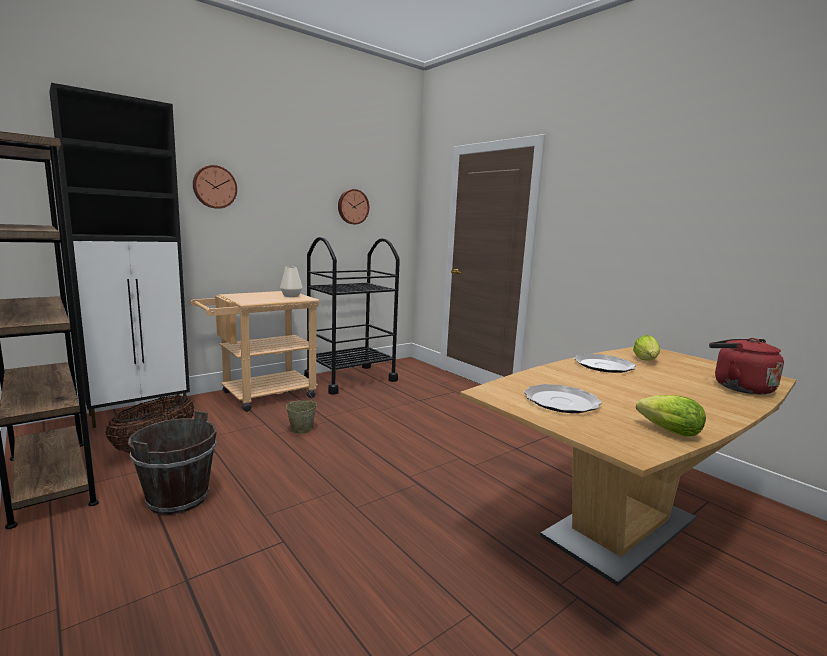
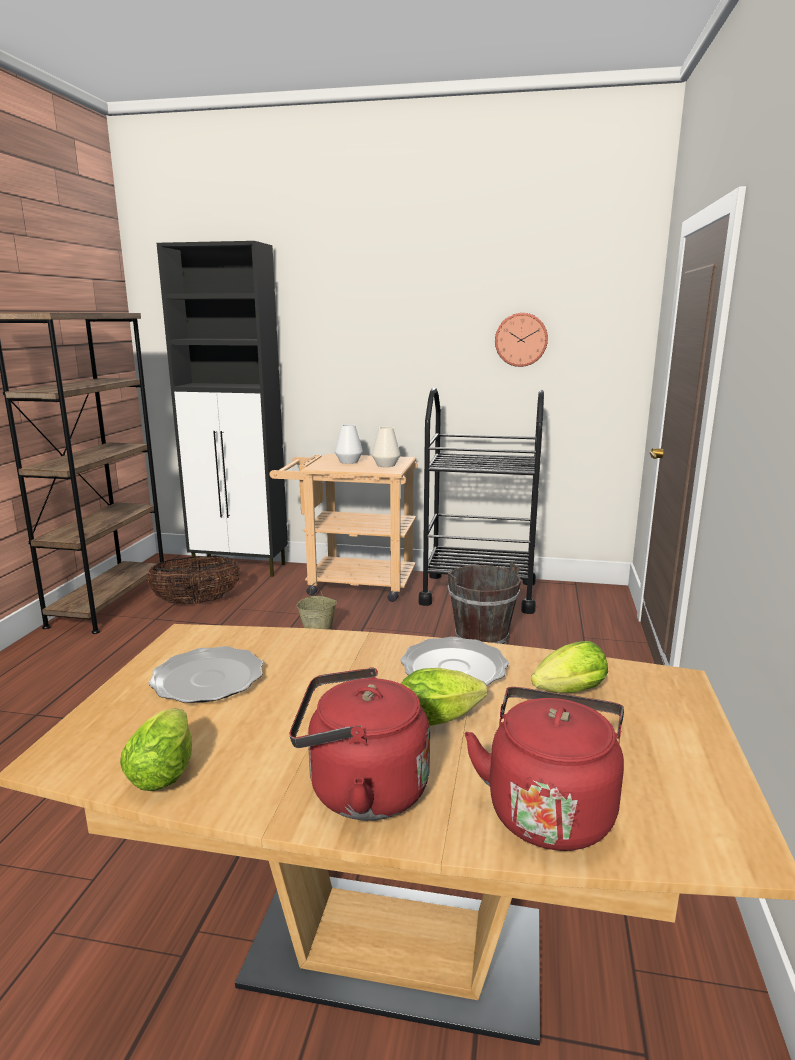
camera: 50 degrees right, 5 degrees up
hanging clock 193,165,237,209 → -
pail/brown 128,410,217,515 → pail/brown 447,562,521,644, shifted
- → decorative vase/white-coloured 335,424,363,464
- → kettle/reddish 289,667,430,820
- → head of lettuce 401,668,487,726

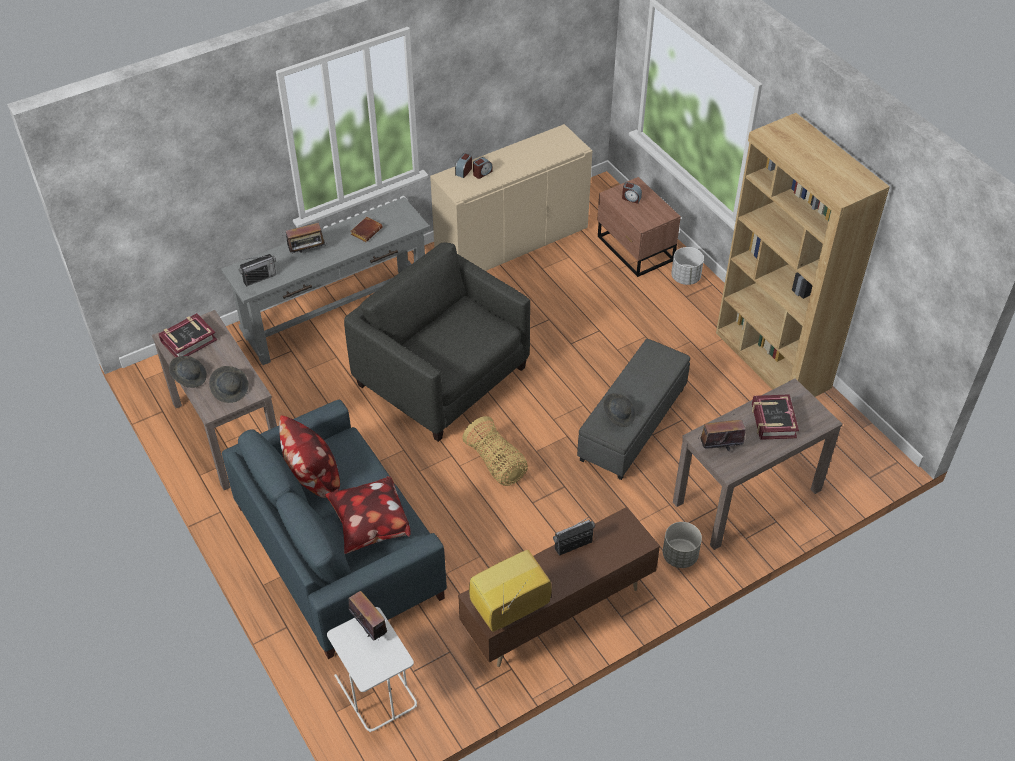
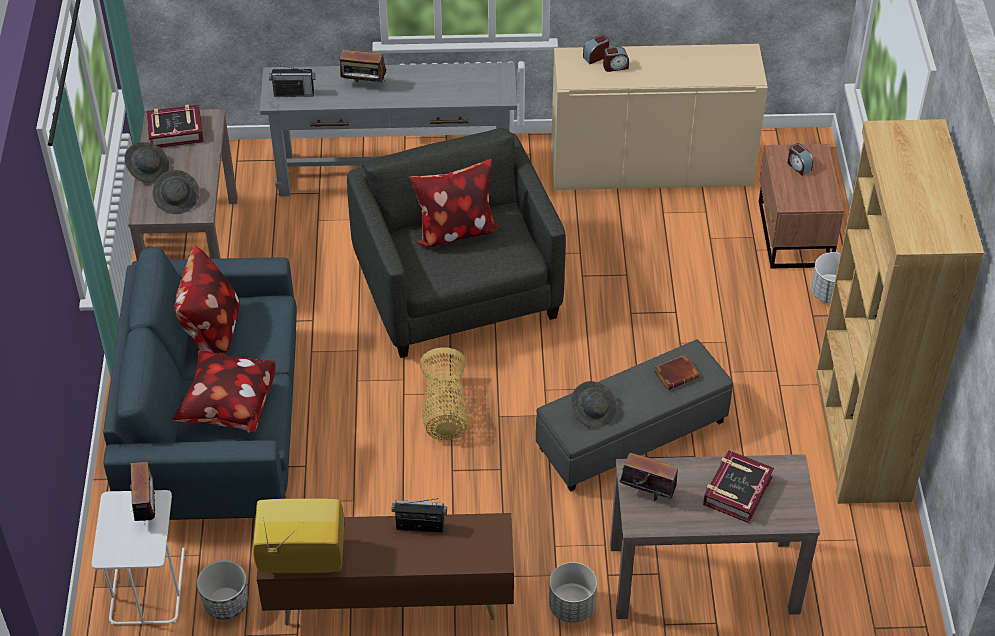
camera: 30 degrees right, 0 degrees up
book/brown 351,217,383,242 → book/brown 654,355,700,390, shifted
- → throw pillow 409,159,500,247
- → flower pot 197,560,248,619

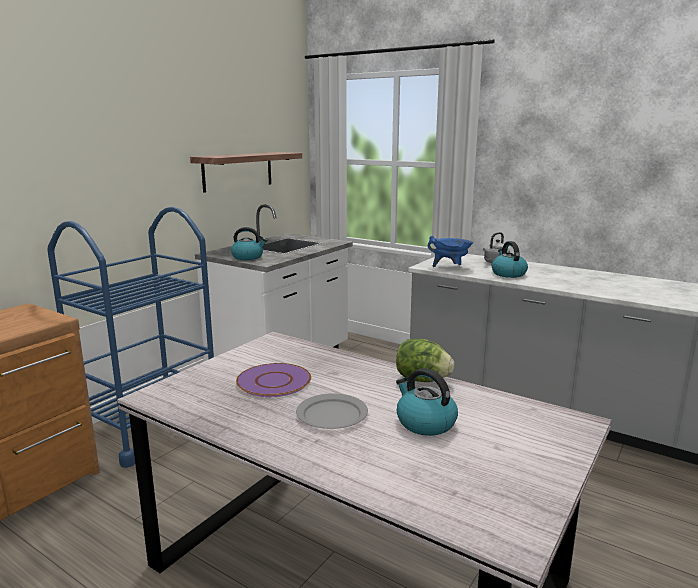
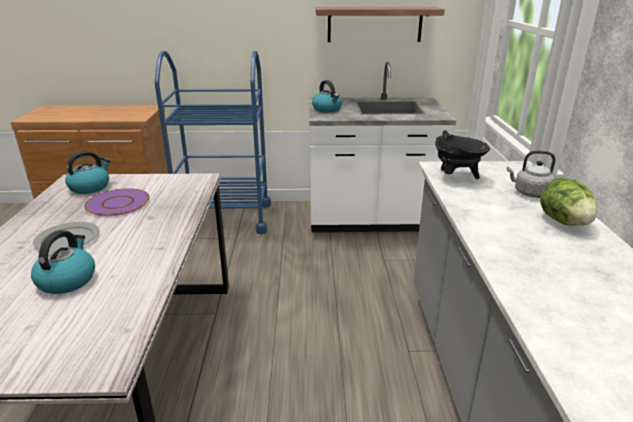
camera: 55 degrees right, 10 degrees up
cooking pot/bluish 428,236,474,267 → cooking pot/black 435,130,490,179
kettle 492,241,528,278 → kettle 65,151,111,194, shifted
head of lettuce 396,339,455,382 → head of lettuce 540,177,597,226, shifted

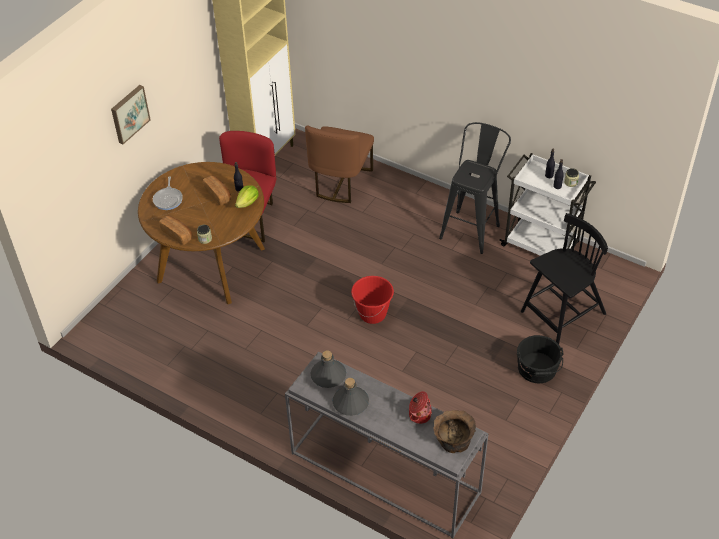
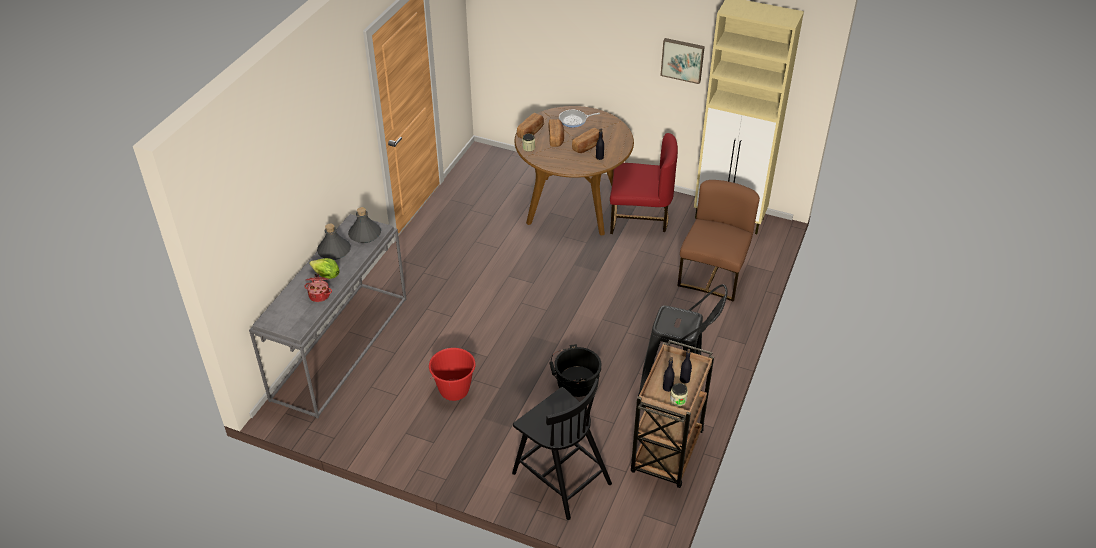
camera: 80 degrees right, 5 degrees down
wall picture 111,85,151,144 → wall picture 660,38,705,84, shifted
chair/brown 305,125,374,203 → chair/brown 677,180,760,302, 105 degrees clockwise
trolley/white-coloured 499,153,596,256 → trolley/brown 631,340,714,488
head of lettuce 235,185,259,208 → head of lettuce 310,258,340,279, shifted
pail/reddish 351,276,394,324 → pail/reddish 429,348,476,401, shifted
pail/black 517,335,564,383 → pail/black 549,344,602,397, shifted
bowl/brown 434,410,476,453 → -
- → baked bread 548,119,564,147

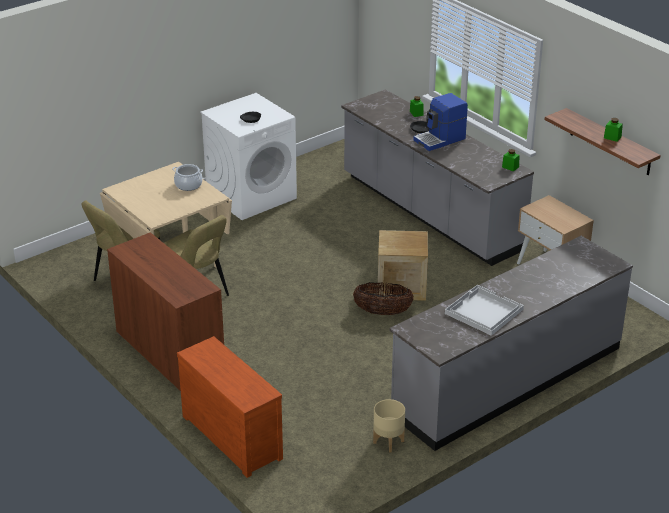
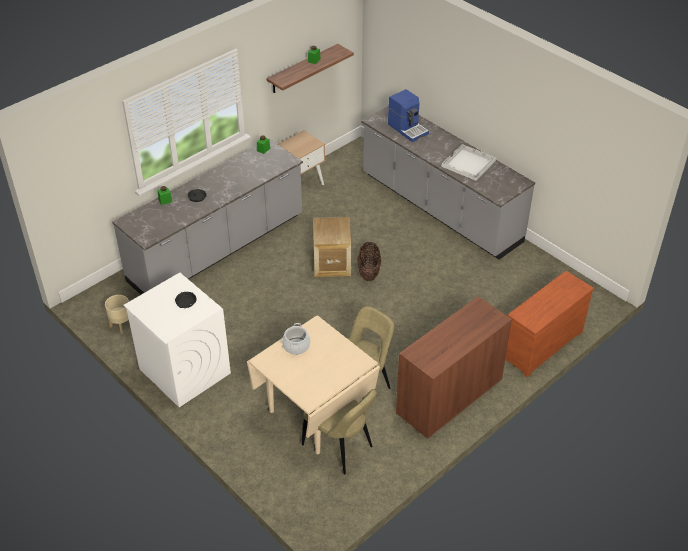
camera: 95 degrees left, 10 degrees up
coffee machine 413,93,468,151 → coffee machine 388,89,429,142, shifted
flower pot/beige 373,399,405,453 → flower pot/beige 105,295,129,334, shifted

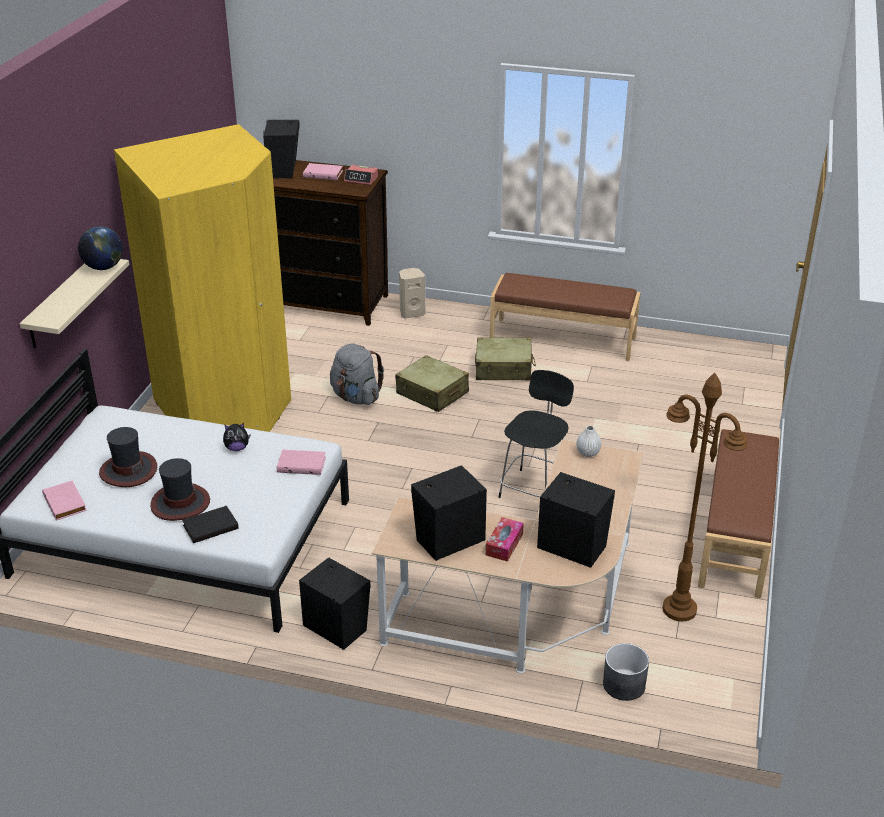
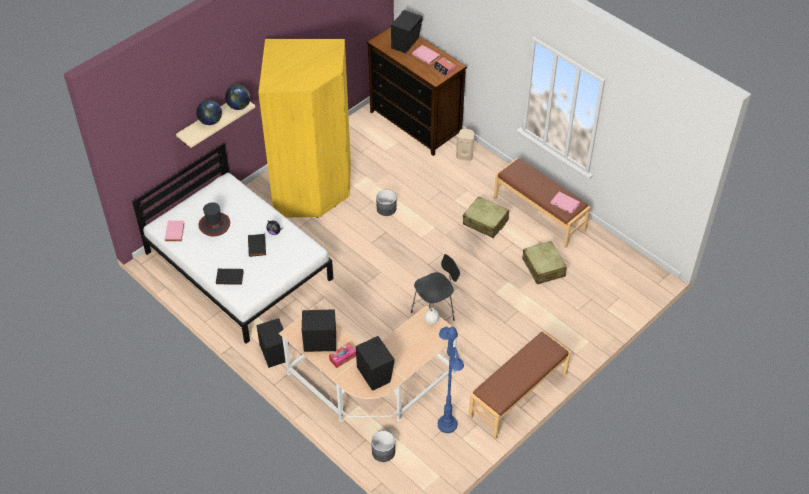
camera: 30 degrees right, 15 degrees up
knapsack/gray 330,343,384,405 → flower pot/gray 376,190,396,216
suitcase/beige 395,355,469,412 → suitcase/beige 522,241,567,284, shifted
floor lamp/brown 663,373,748,622 → floor lamp/bluish 438,326,464,433
book/pink 277,449,326,475 → book/pink 551,192,580,214, shifted
wearable hat 150,458,210,521 → -
- → world globe 196,100,222,125
- → book/black 248,234,266,257

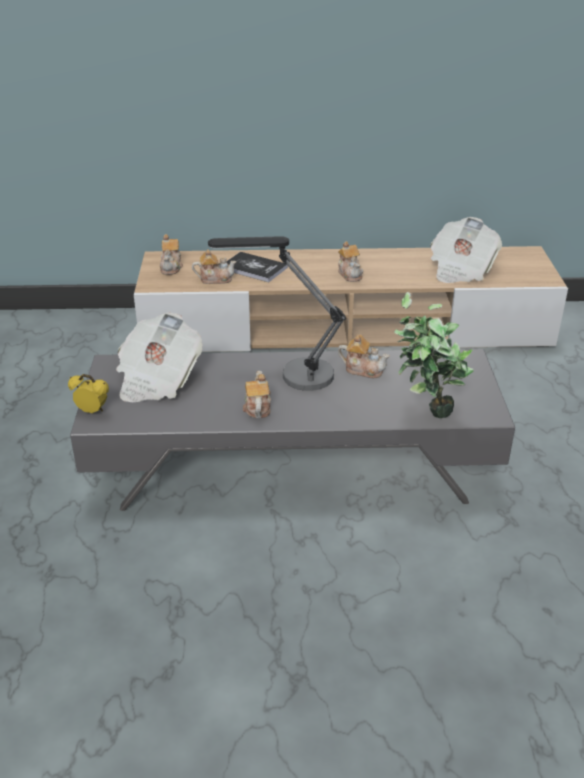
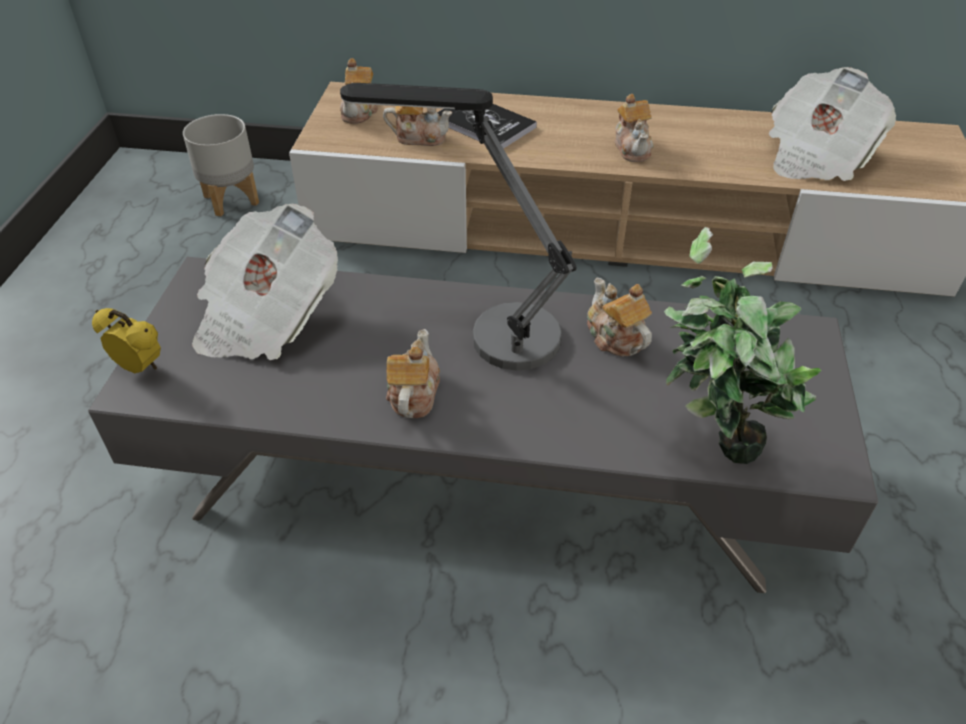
camera: 10 degrees right, 10 degrees up
pot for tea 338,335,390,378 → pot for tea 587,278,652,357, 150 degrees counterclockwise
- → flower pot/gray 183,114,259,216

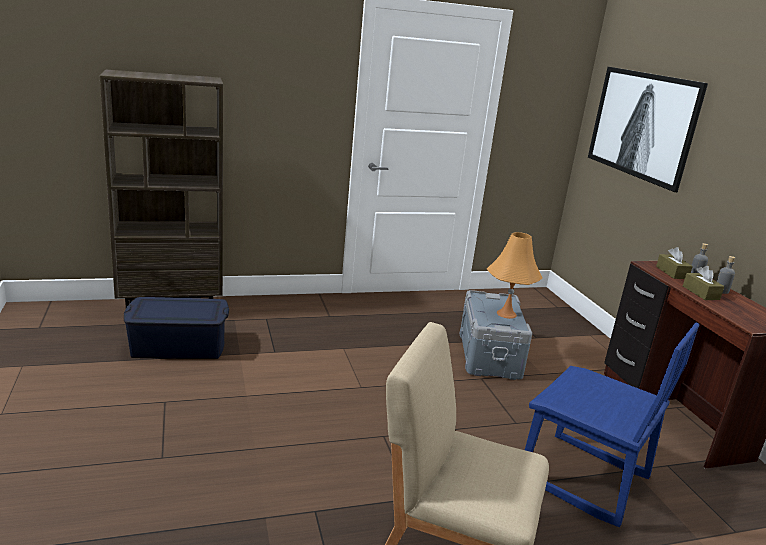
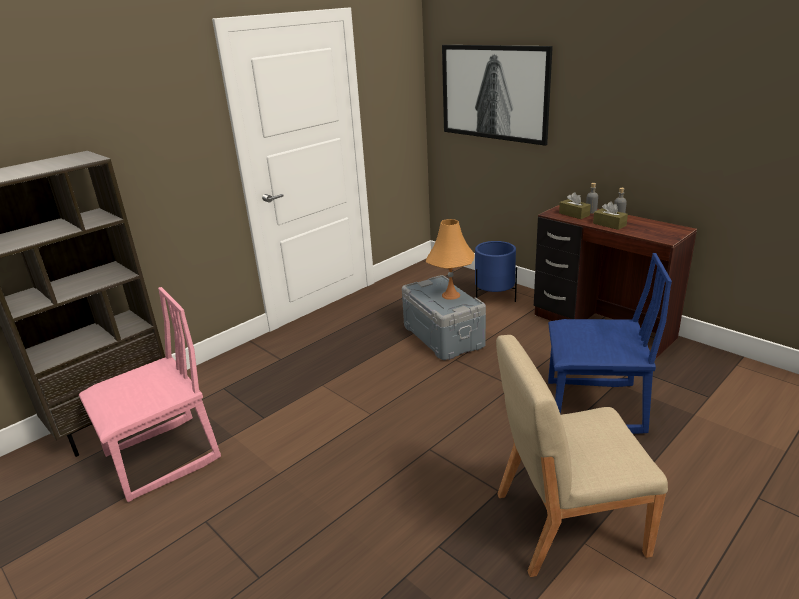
camera: 25 degrees left, 5 degrees up
storage box/bluish 124,297,229,359 → chair/pink 79,287,221,502
- → flower pot/bluish 475,241,517,302

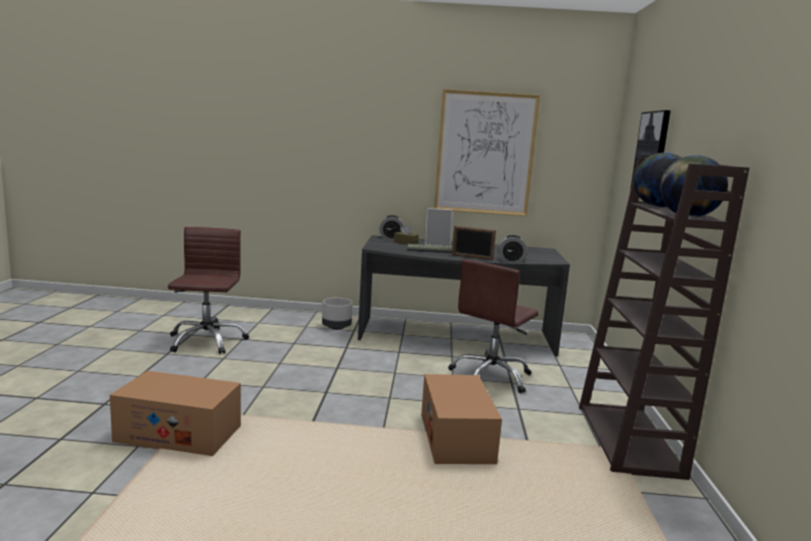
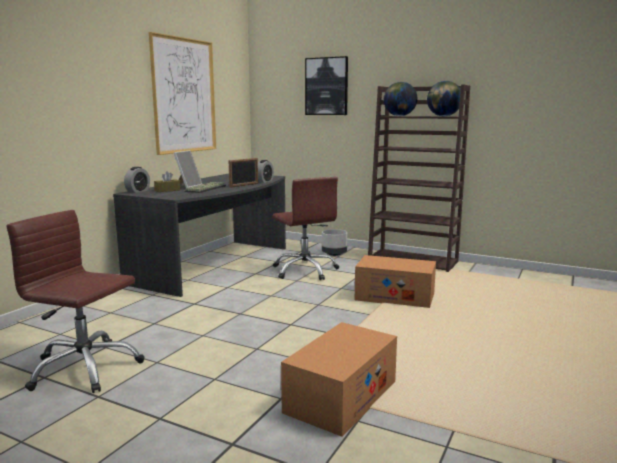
camera: 65 degrees left, 0 degrees up
flower pot/gray 322,298,353,330 → flower pot/gray 322,229,347,256, shifted

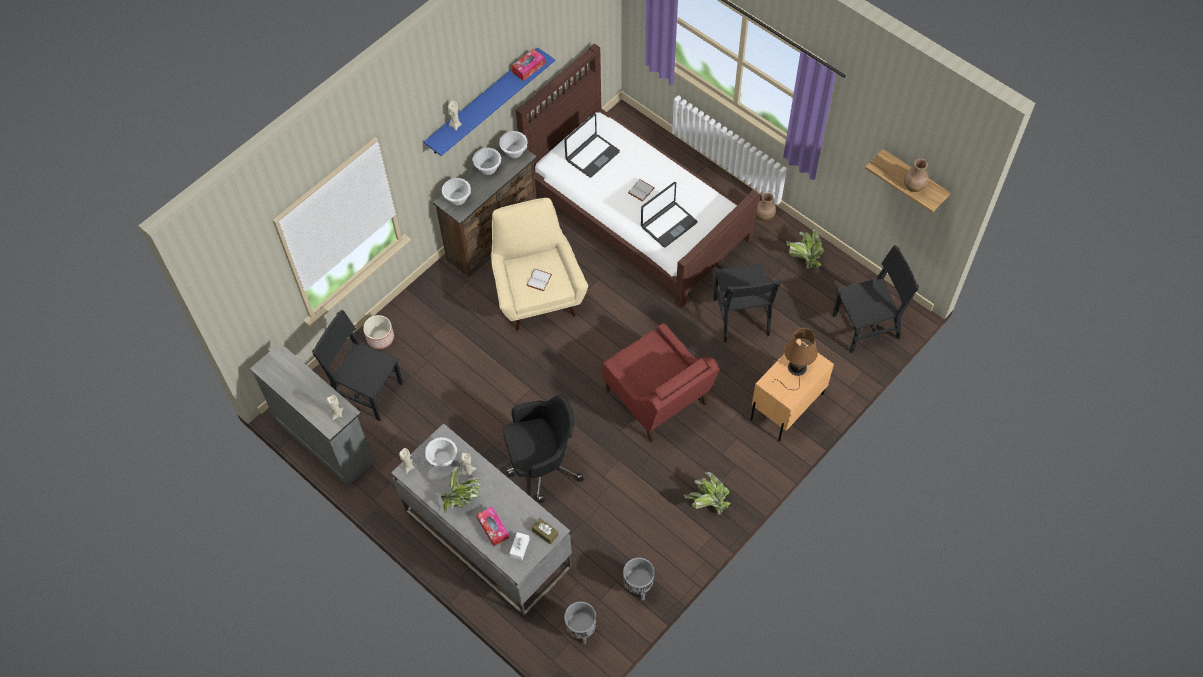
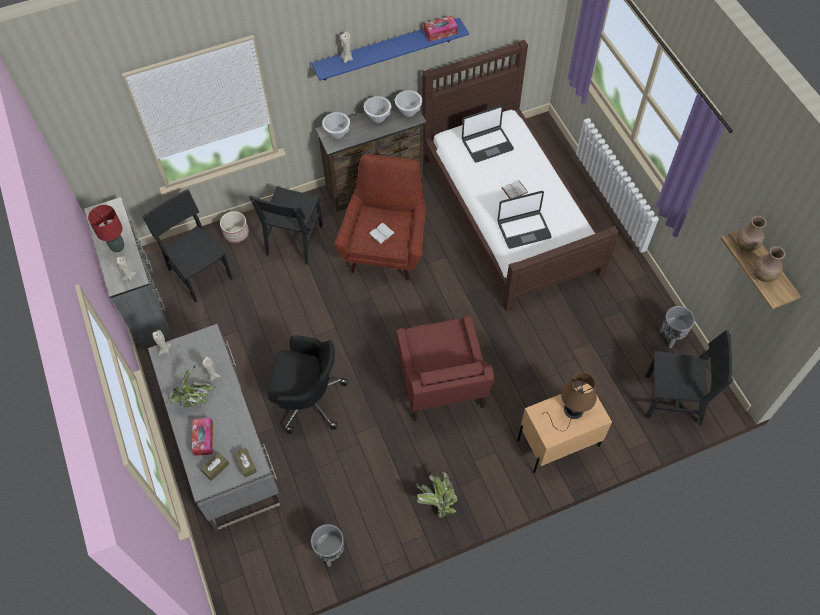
camera: 25 degrees right, 0 degrees up
decorative vase/brown 756,193,776,221 → decorative vase/brown 736,216,767,251, shifted
armchair/beige 491,198,588,331 → armchair/reddish 334,154,426,280
houseplant 786,228,824,269 → -
chair/black 713,263,782,343 → chair/black 249,186,323,264, shifted
bowl/white-coloured 425,437,457,468 → -
box of tissues/white-coloured 509,532,530,561 → box of tissues/brown 201,452,229,481
flower pot/gray 564,602,596,645 → flower pot/gray 660,306,695,348, shifted
- → lamp for a table/reddish 88,205,124,252

